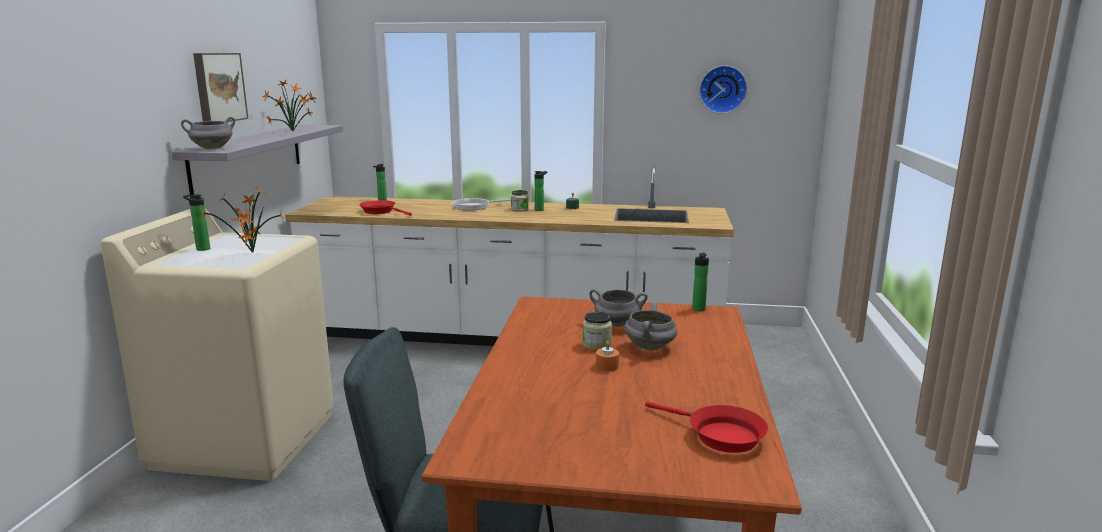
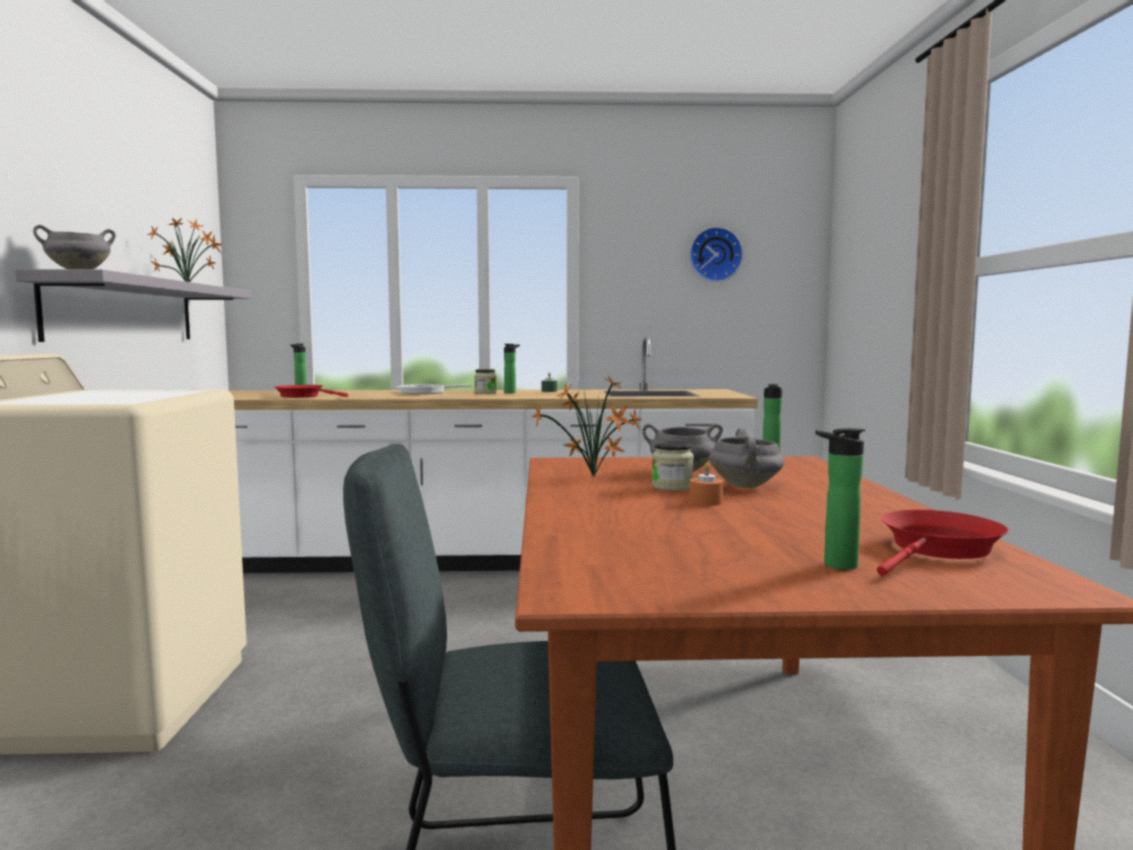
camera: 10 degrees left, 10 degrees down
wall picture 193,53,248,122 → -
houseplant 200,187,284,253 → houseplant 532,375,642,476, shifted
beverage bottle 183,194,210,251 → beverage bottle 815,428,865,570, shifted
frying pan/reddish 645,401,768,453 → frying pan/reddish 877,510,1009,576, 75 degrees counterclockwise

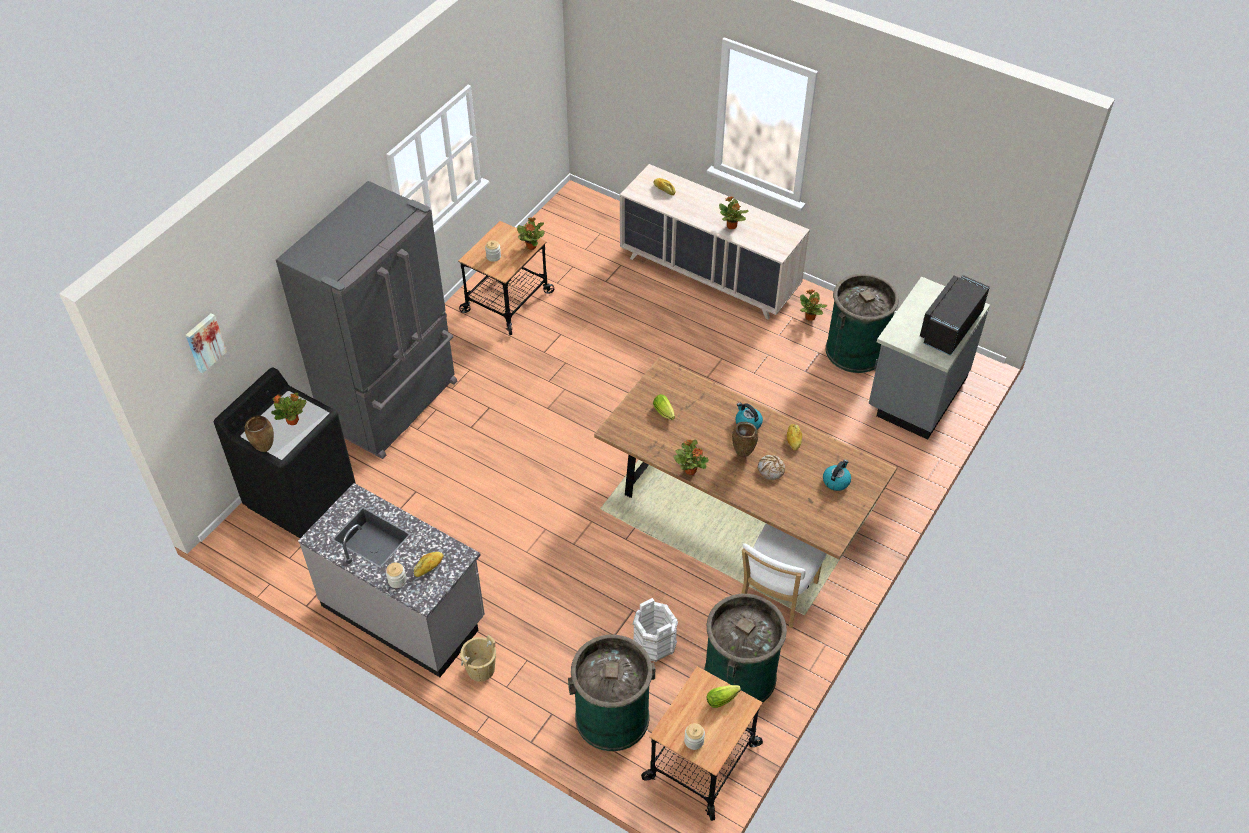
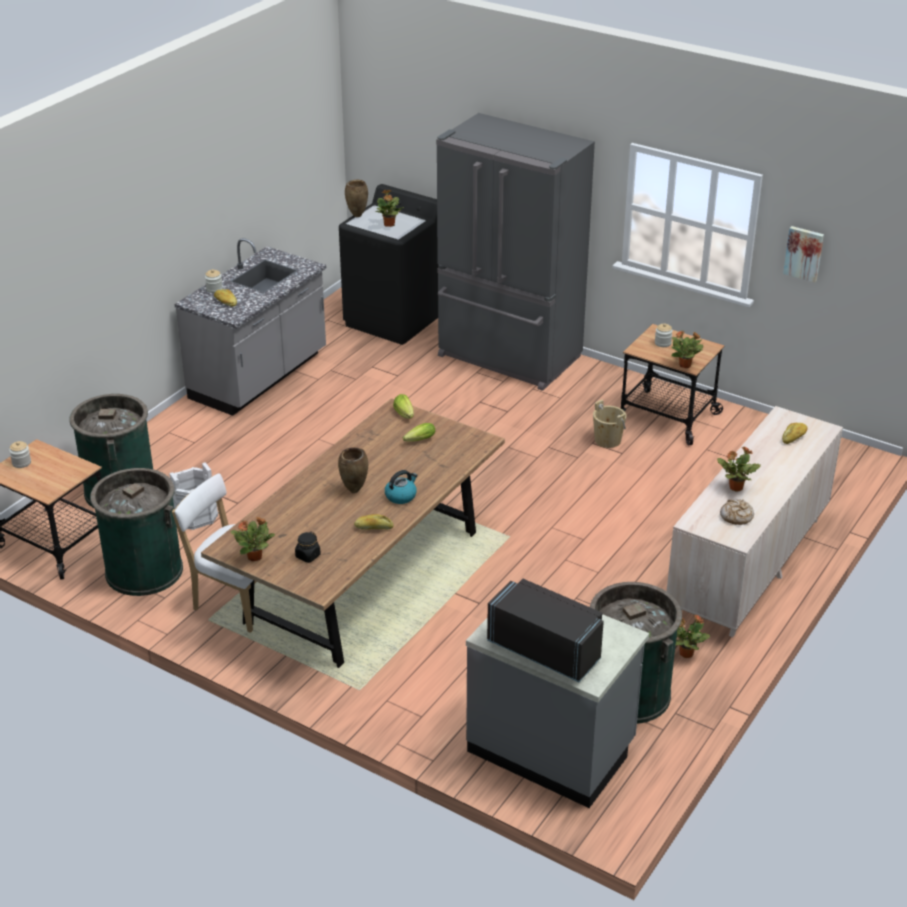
camera: 90 degrees right, 15 degrees down
wall picture 186,313,227,373 → wall picture 783,226,824,282, shifted
houseplant 674,440,709,475 → houseplant 230,517,275,561, shifted
baked bread 758,455,785,480 → baked bread 720,500,754,525, shifted
kettle 823,460,851,491 → jar/black 295,532,321,563
pail/beige 460,635,496,682 → pail/beige 593,400,627,448, shifted
head of lettuce 707,685,741,708 → head of lettuce 393,394,414,419, shifted

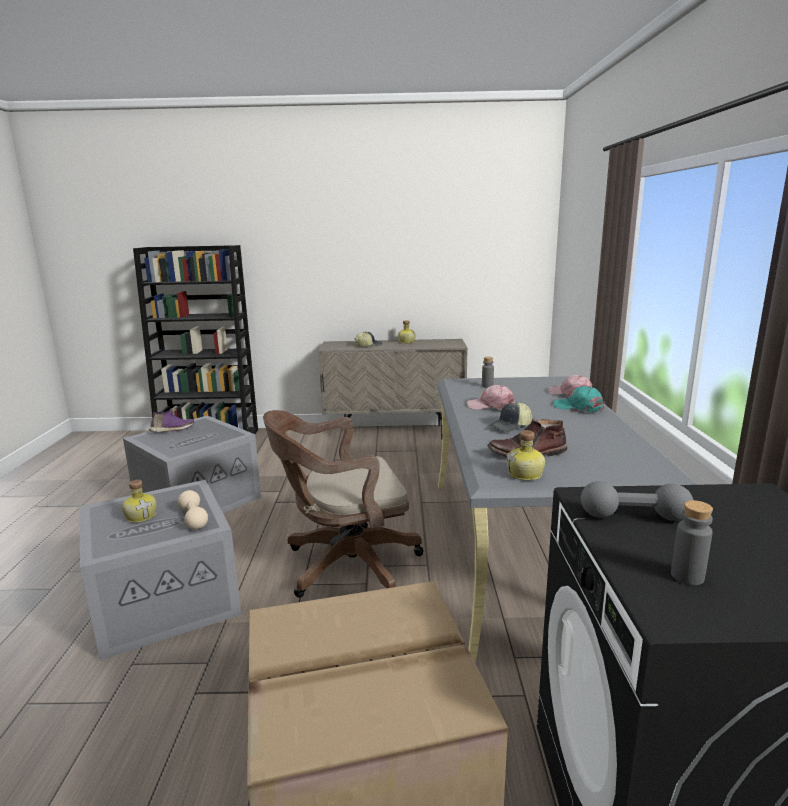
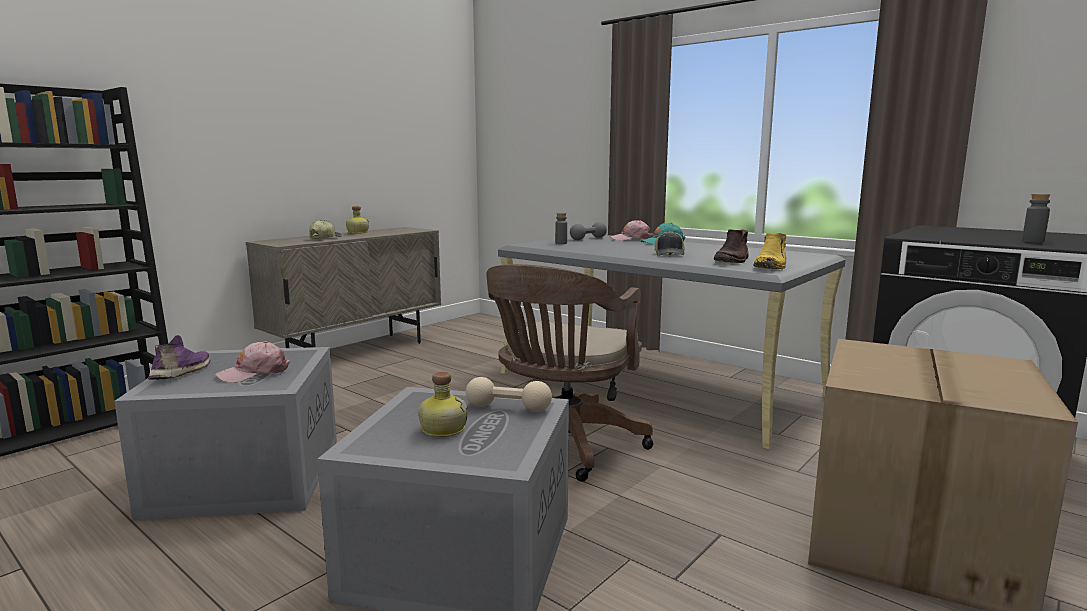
camera: 50 degrees left, 5 degrees down
peaked cap/pink 467,385,515,410 → peaked cap/pink 215,341,290,383, shifted
beverage bottle 506,430,545,481 → boot/yellowish 753,233,786,269
free weight/gray 581,481,693,521 → free weight/gray 570,222,607,240, shifted

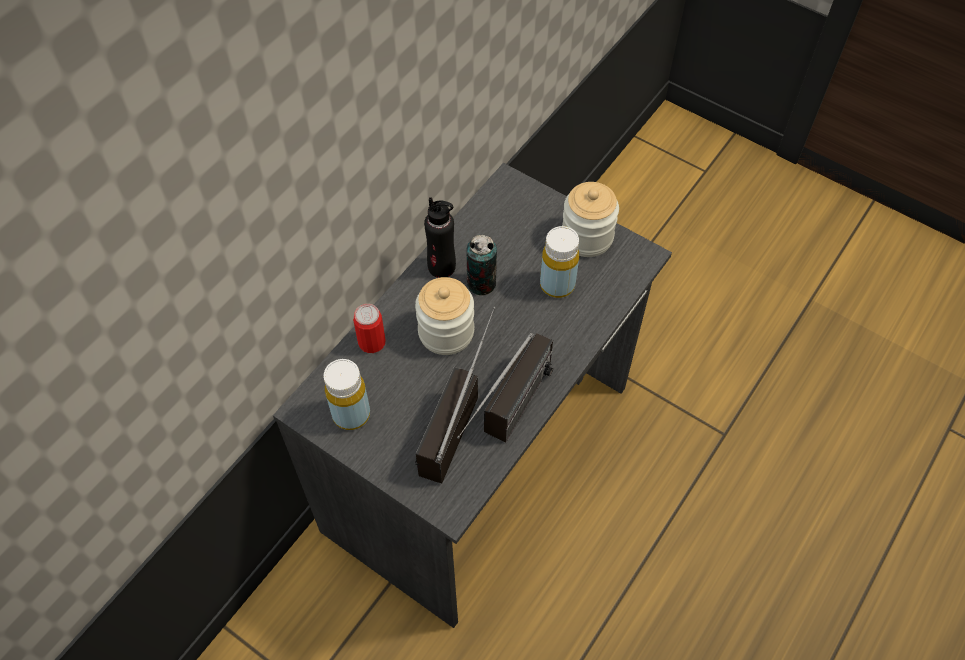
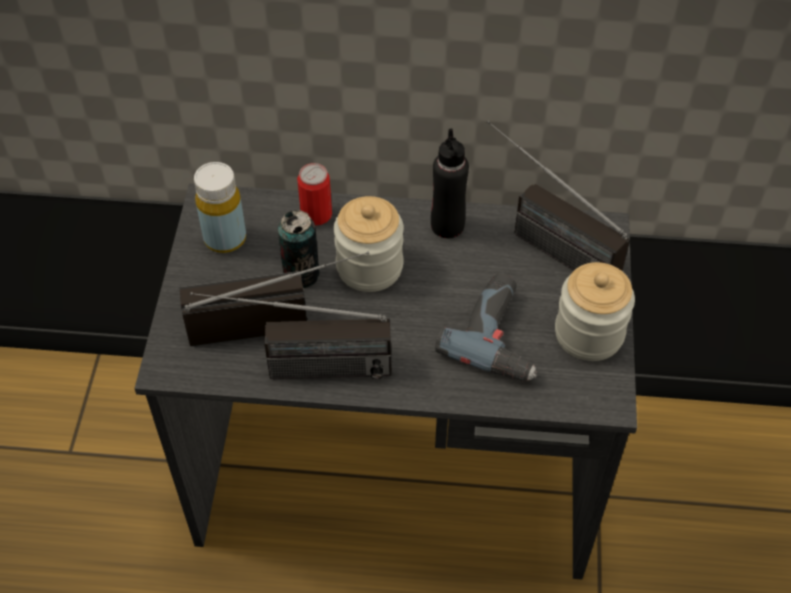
camera: 60 degrees right, 5 degrees down
beverage bottle/yellowish 540,226,579,298 → drill 435,273,537,382
sealed can 467,235,497,295 → sealed can 278,210,320,288, shifted
- → radio set 487,120,630,271

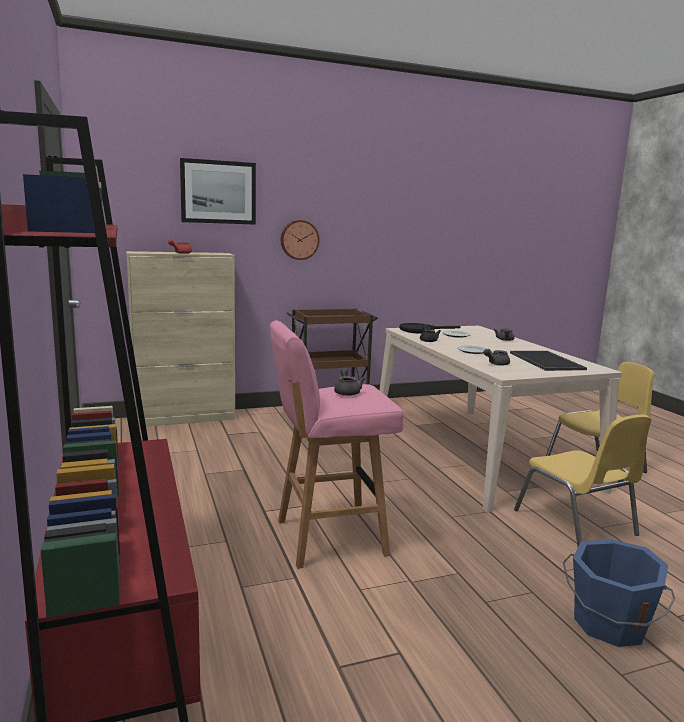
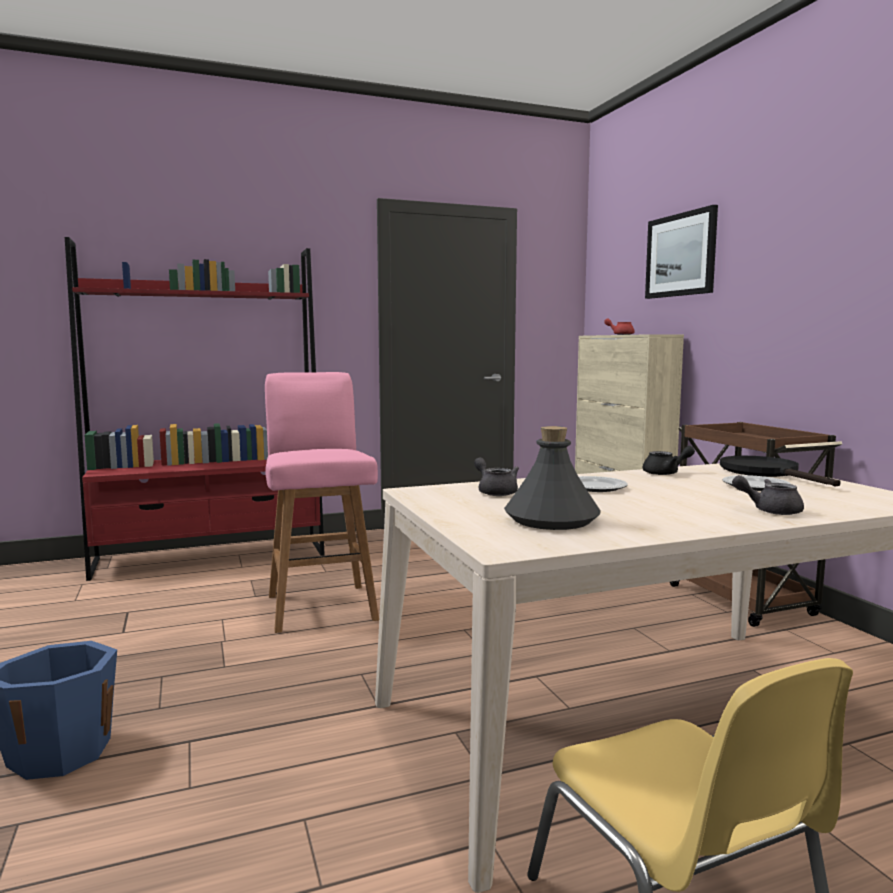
camera: 90 degrees right, 5 degrees down
hanging clock 281,220,320,260 → -
carrying tray 510,351,587,371 → beverage bottle/gray 504,426,601,530
pot for tea/gray 334,367,366,396 → -
chair/yellowish 514,415,652,546 → -

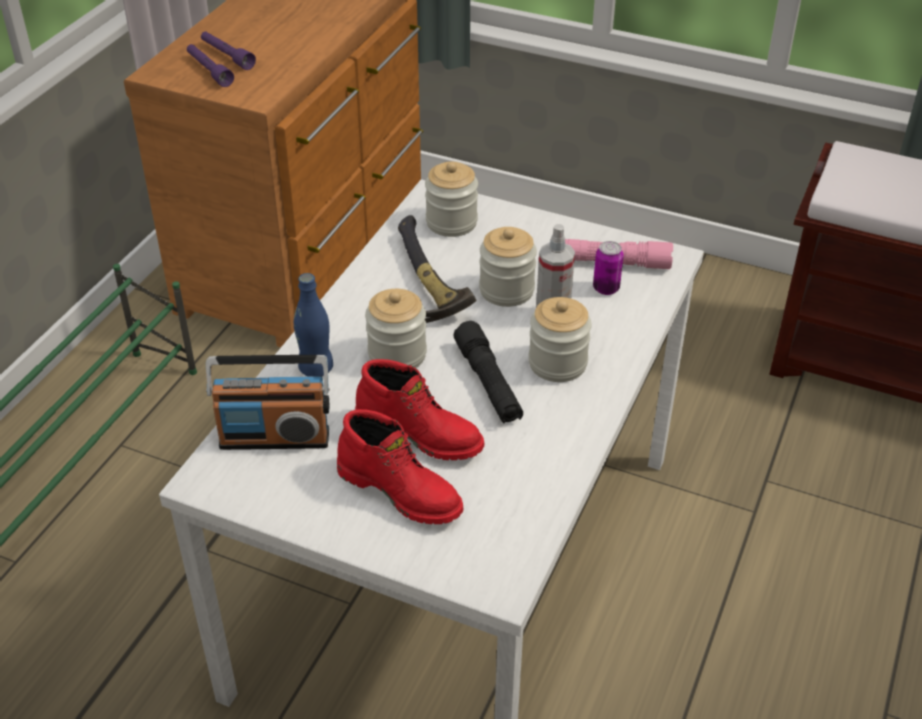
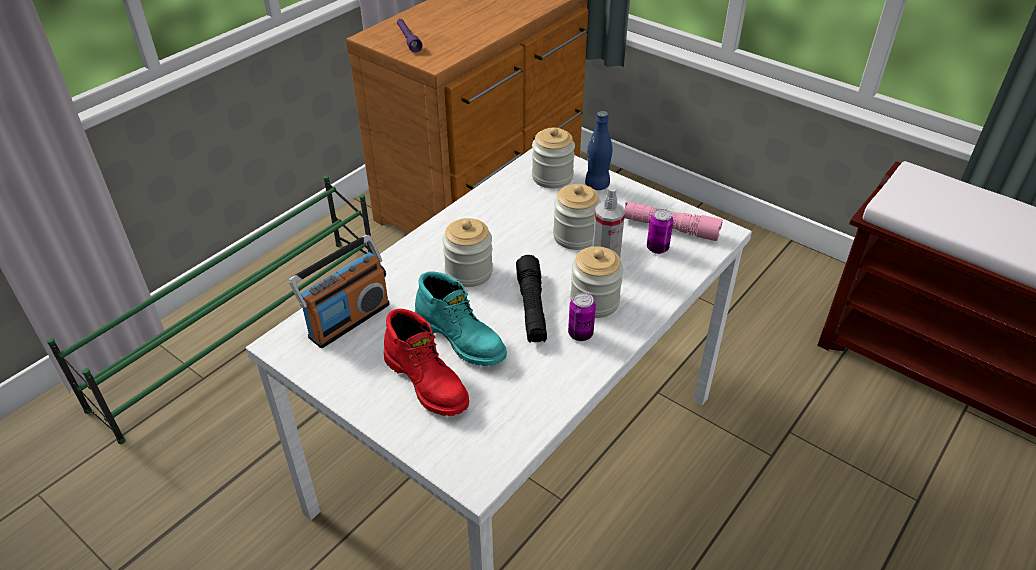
camera: 15 degrees right, 0 degrees up
flashlight/purple-coloured 201,31,256,70 → -
tool hammer 398,215,476,323 → -
beverage bottle/bluish 294,273,333,377 → beverage bottle/bluish 585,111,612,190, shifted
radio set 206,355,329,450 → radio set 289,235,390,348, 60 degrees counterclockwise
boot/reddish 355,359,484,460 → boot/blue-green 415,271,507,366
- → sealed can 568,292,596,341

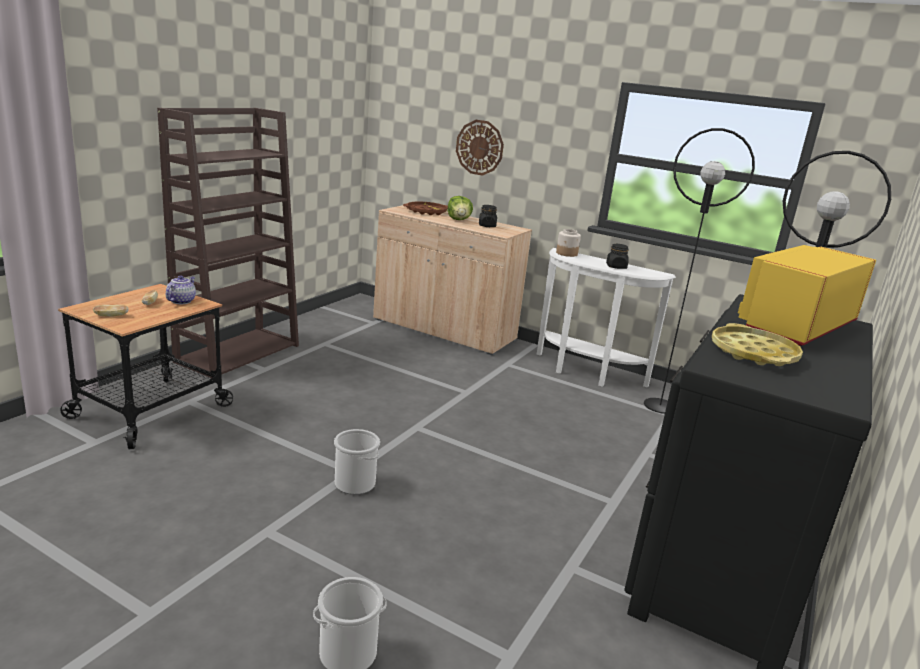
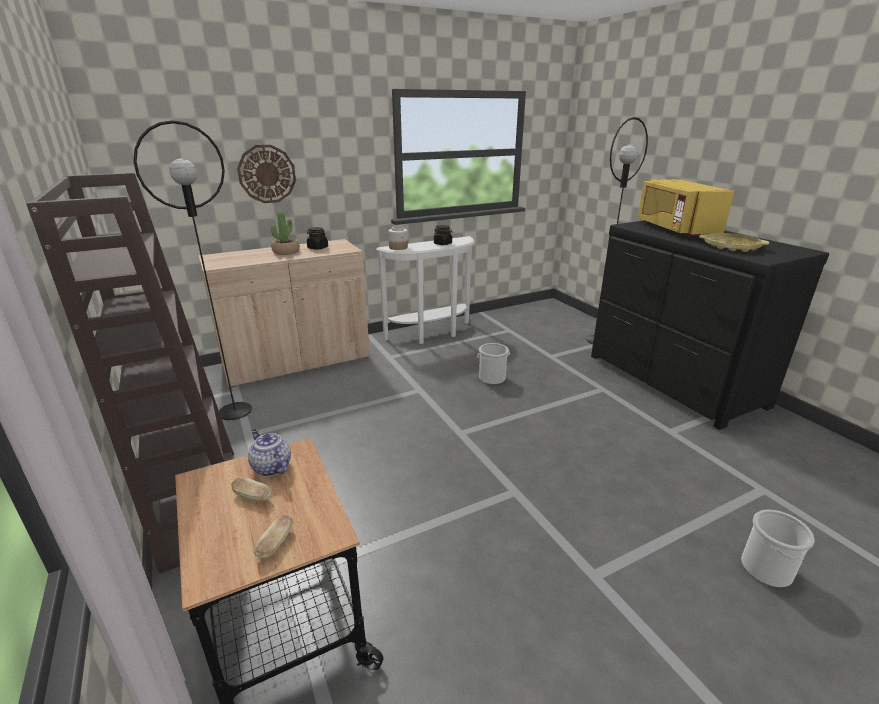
camera: 55 degrees left, 5 degrees up
floor lamp/black 644,128,755,414 → floor lamp/black 133,120,252,420, shifted
head of lettuce 448,196,473,220 → houseplant 271,211,300,255
carrying tray/brown 403,201,448,215 → -
pail 334,429,380,495 → pail 477,343,510,385, shifted

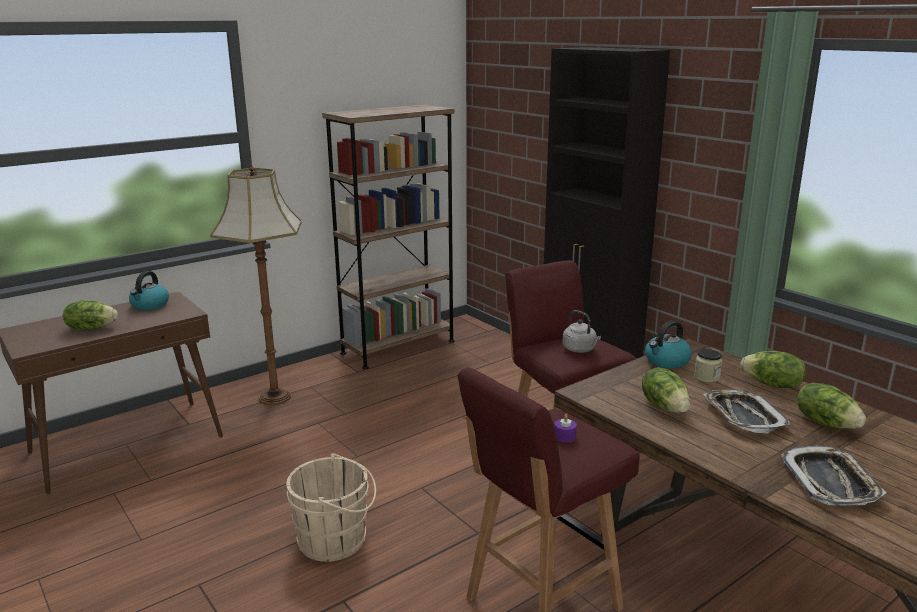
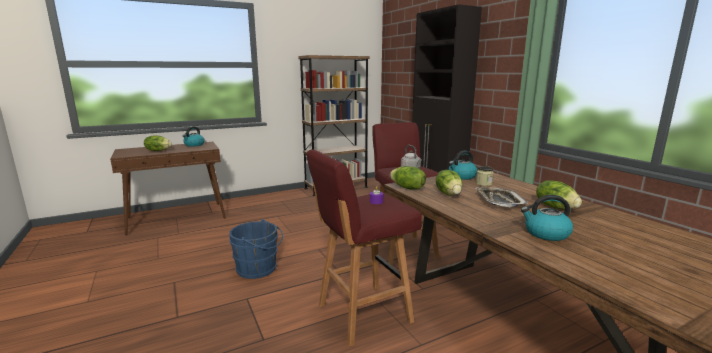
camera: 10 degrees right, 5 degrees down
floor lamp 210,164,301,405 → -
head of lettuce 740,351,806,388 → head of lettuce 390,166,426,189, shifted
carrying tray 781,445,887,506 → kettle 521,195,573,241
pail/beige 286,453,376,562 → pail/bluish 229,219,283,279

